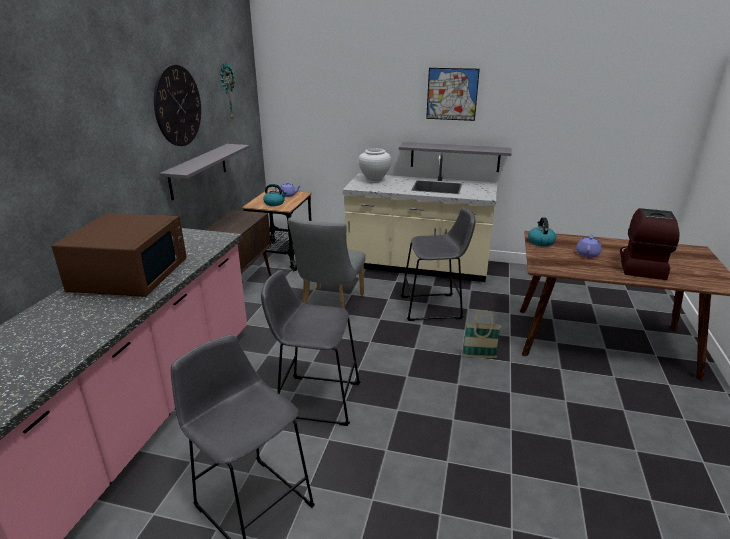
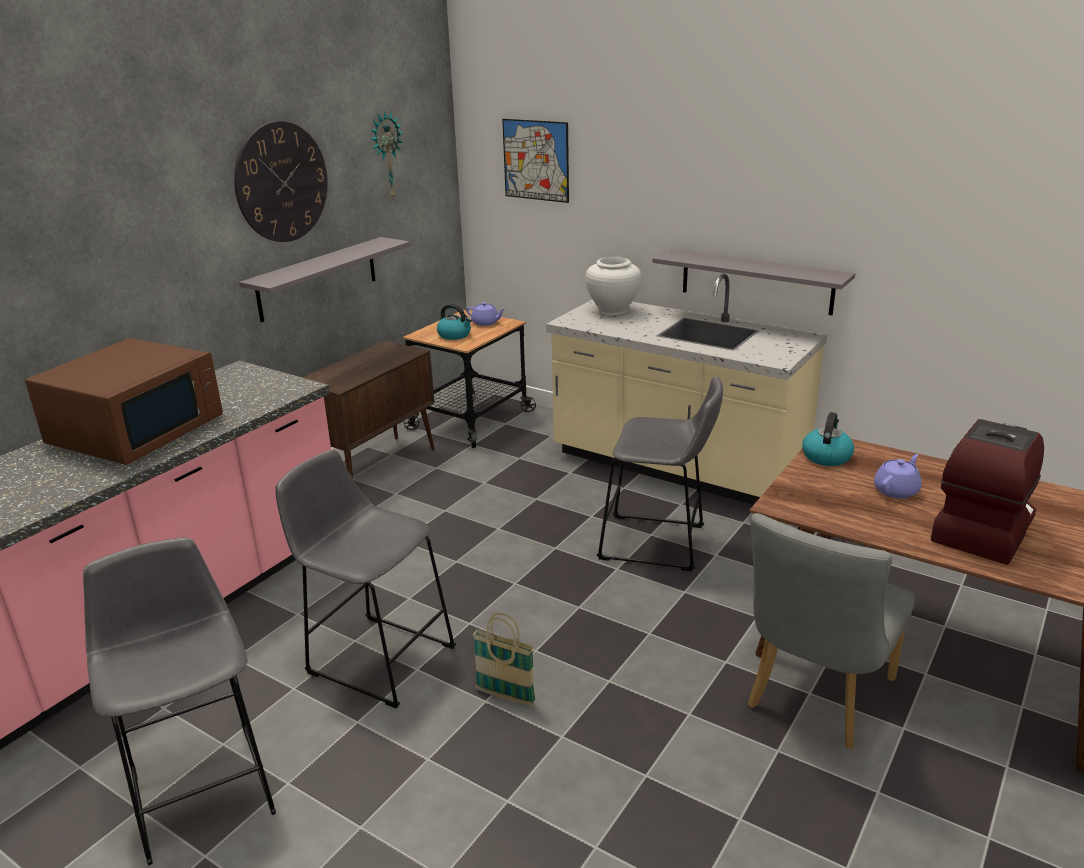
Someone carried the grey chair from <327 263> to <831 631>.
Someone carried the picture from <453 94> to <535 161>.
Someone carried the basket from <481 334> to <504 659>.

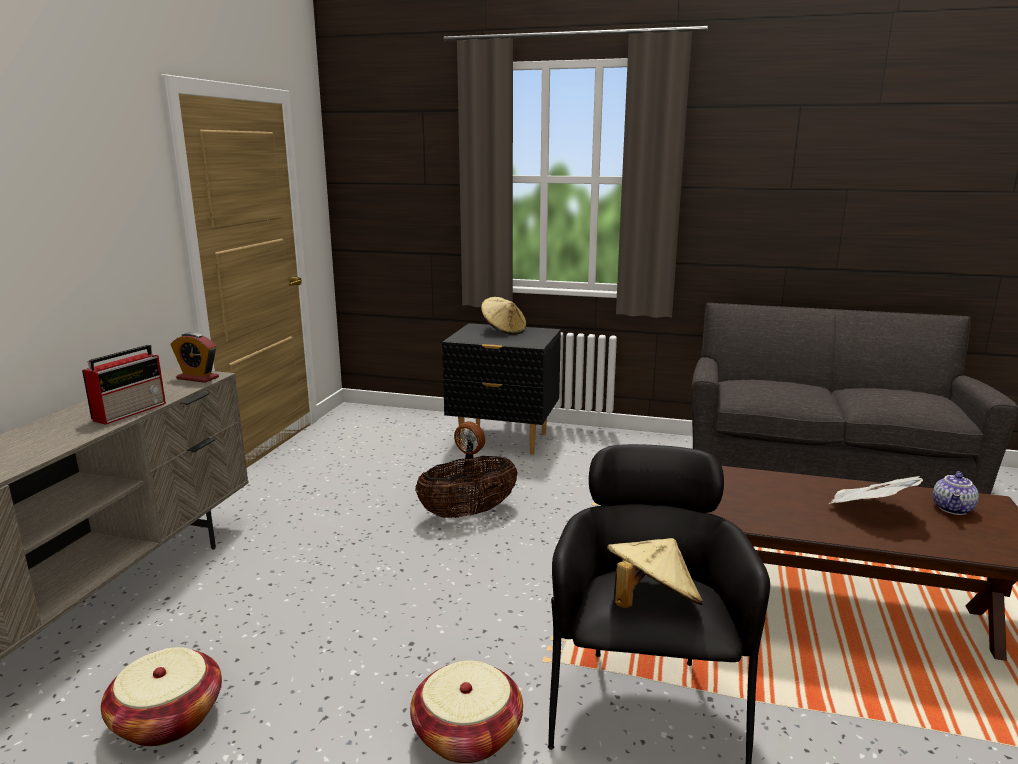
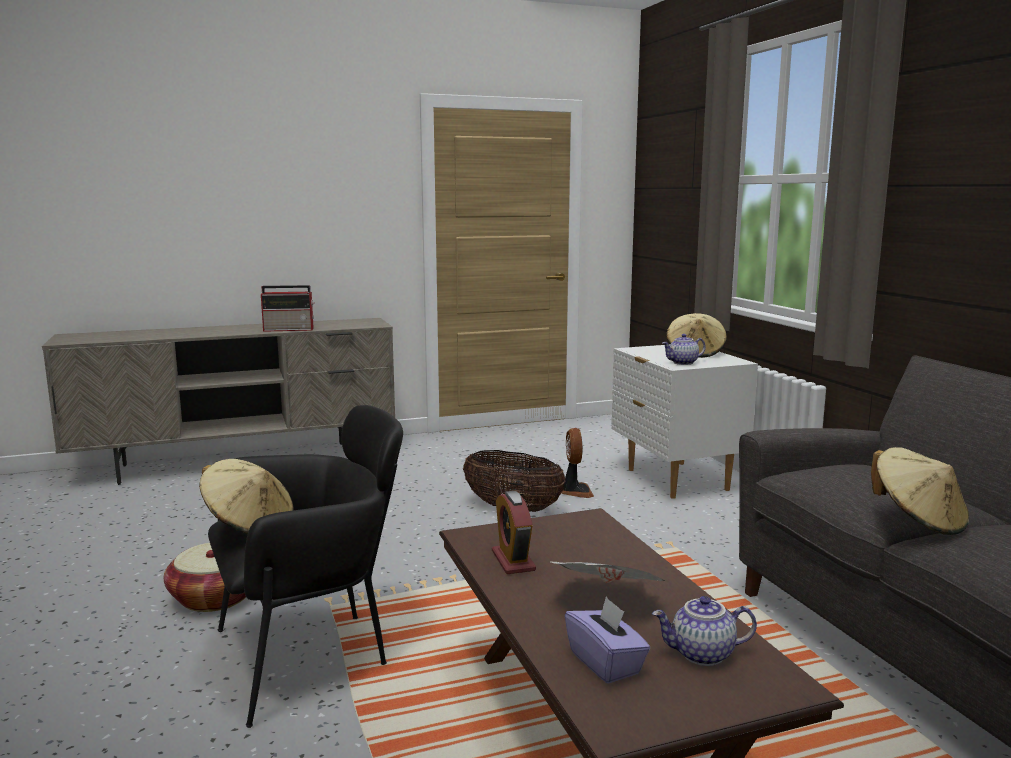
Someone took away the basket at <161 696>.
Someone carried the alarm clock from <194 357> to <514 532>.
Someone repainted the black nightstand at <501 388>, which became the white nightstand at <684 421>.
Someone put down the purple tissue box at <607 640>.
Someone put down the teapot at <683 349>.
Someone put down the beige hat at <920 491>.

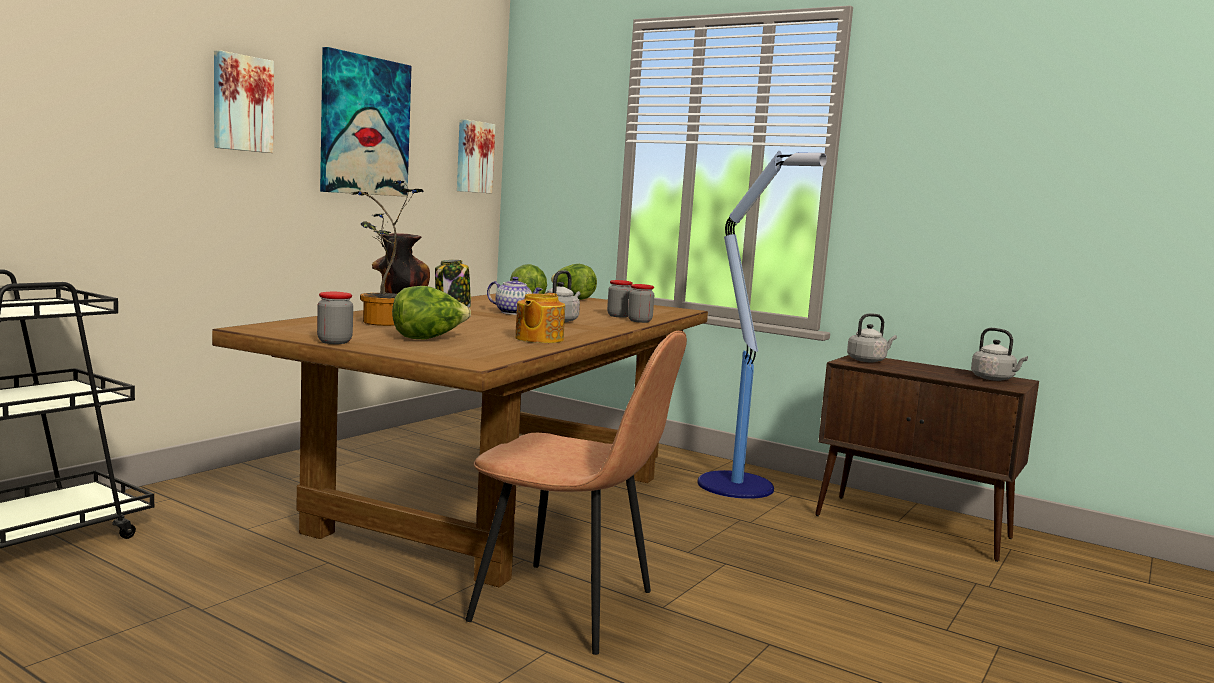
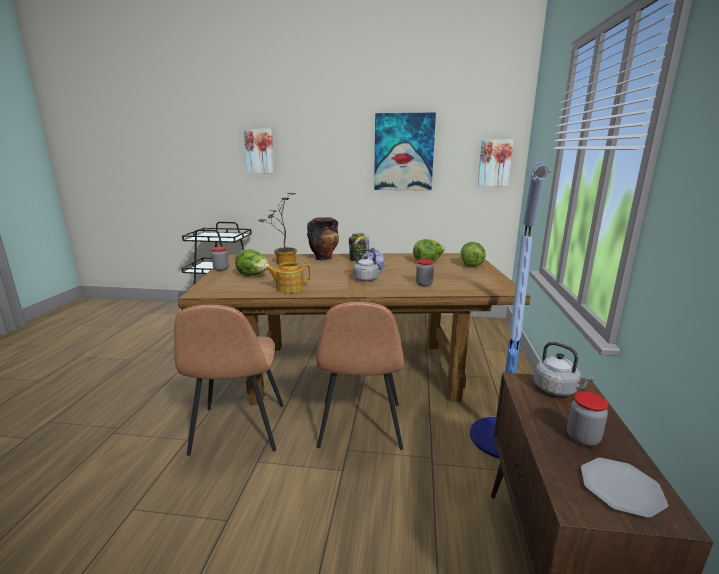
Someone carried the picture from <244 101> to <259 151>.
Someone carried the jar from <641 303> to <588 419>.
Someone swapped the grey kettle at <999 354> for the plate at <624 488>.
Someone put down the brown chair at <360 376>.

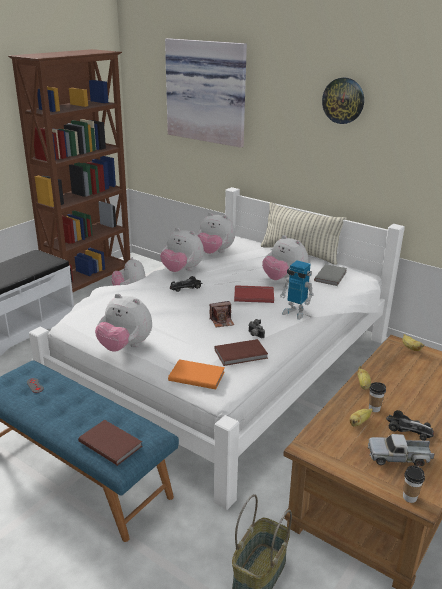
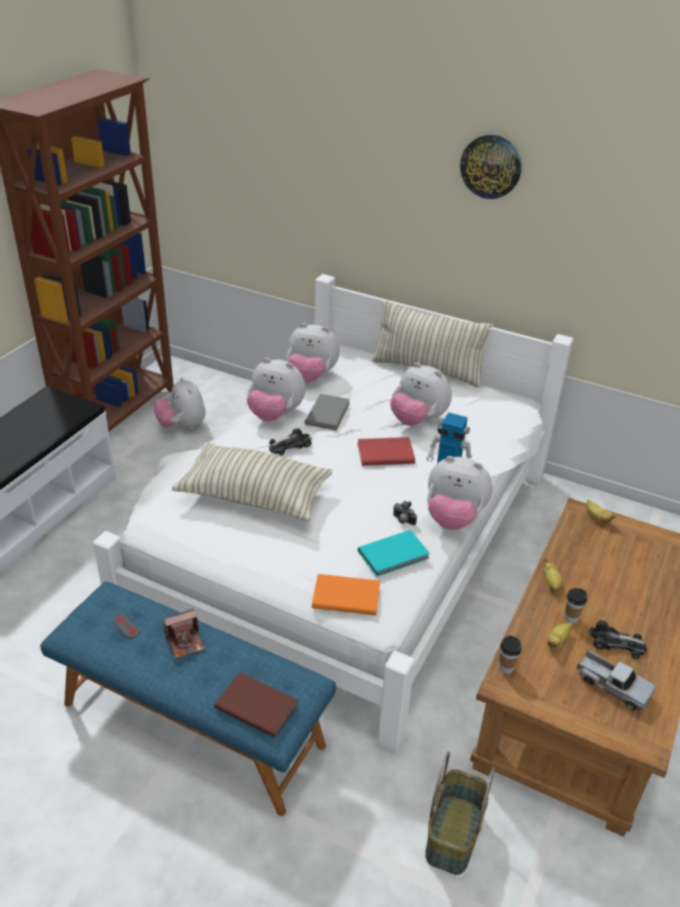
Someone carried the plush toy from <123 322> to <460 493>.
Someone took away the picture at <206 93>.
Someone carried the photo camera from <221 314> to <183 633>.
Someone repainted the brown book at <241 352>, which became the turquoise book at <394 553>.
Someone carried the grey book from <330 275> to <327 412>.
Someone rotated the toy truck at <401 450> by 135 degrees counterclockwise.
Someone carried the cup from <414 484> to <510 655>.
Someone put down the pillow at <252 481>.

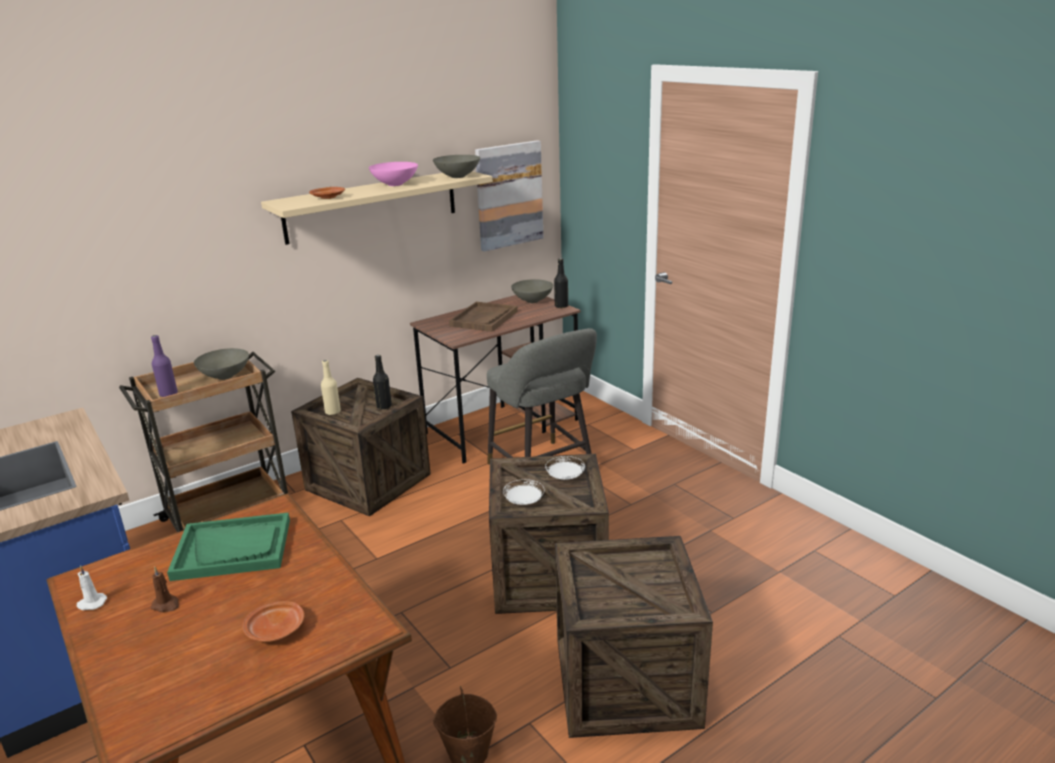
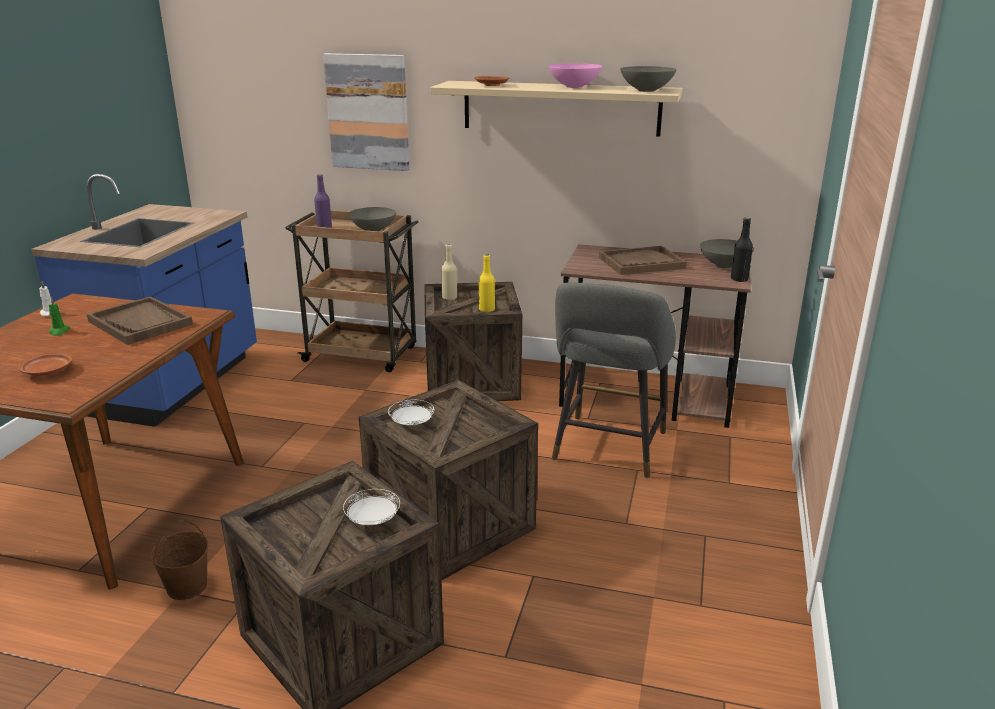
Someone repainted the brown candle at <165 589>, which became the green candle at <59 316>.
Someone repainted the green tray at <228 547>, which became the brown tray at <140 320>.
Someone repainted the black bottle at <382 382>, which became the yellow bottle at <487 283>.
Someone carried the picture from <509 196> to <366 112>.
Someone carried the white plate from <565 468> to <371 507>.

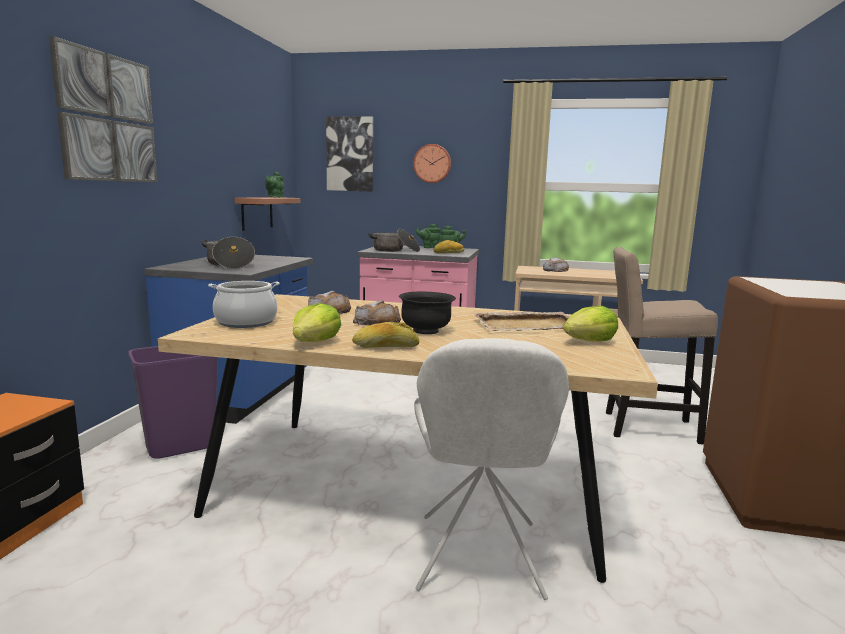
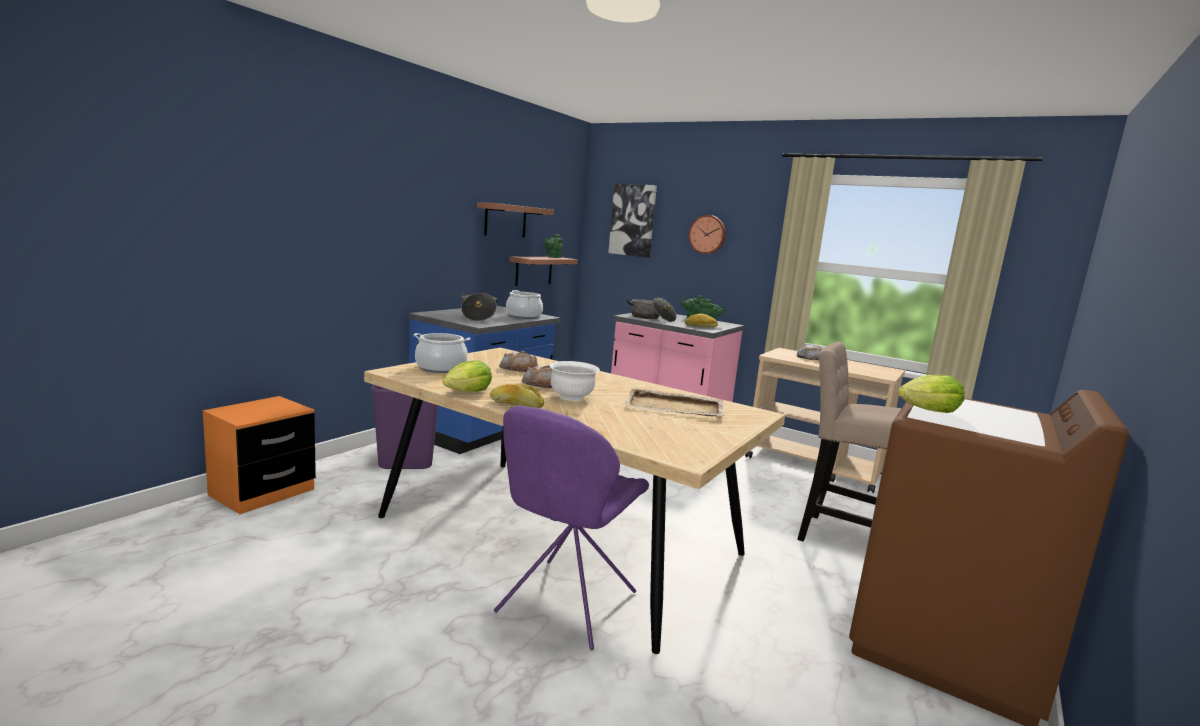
Someone took away the picture at <103 109>.
Someone repainted the black bowl at <427 313>, which became the white bowl at <574 381>.
Someone repainted the white chair at <491 469>, which became the purple chair at <571 528>.
Someone carried the lettuce from <590 323> to <931 394>.
Someone put up the shelf at <515 220>.
Someone put down the cooking pot at <524 304>.

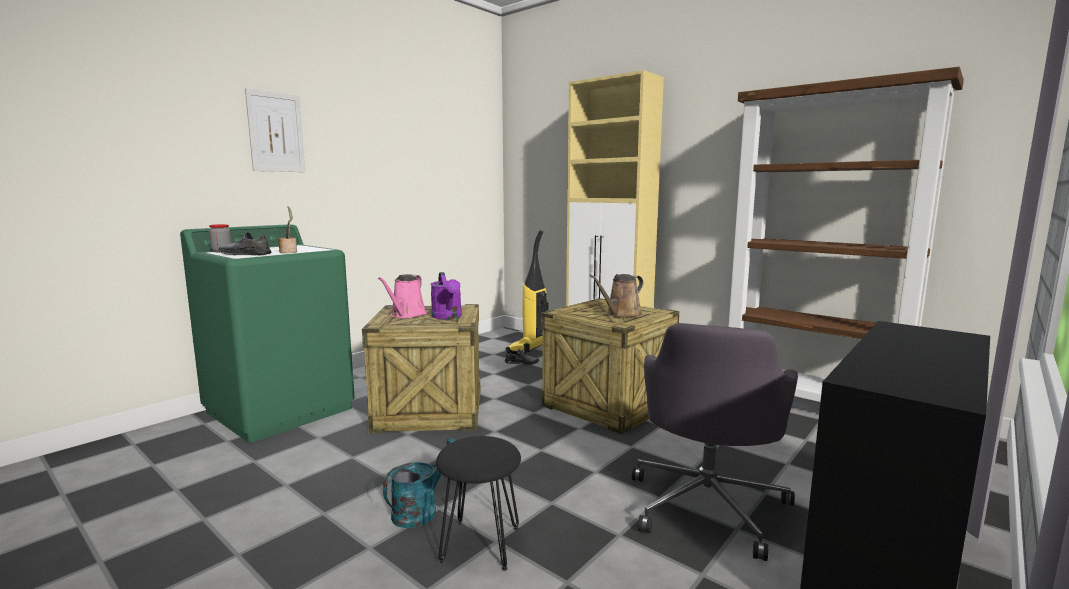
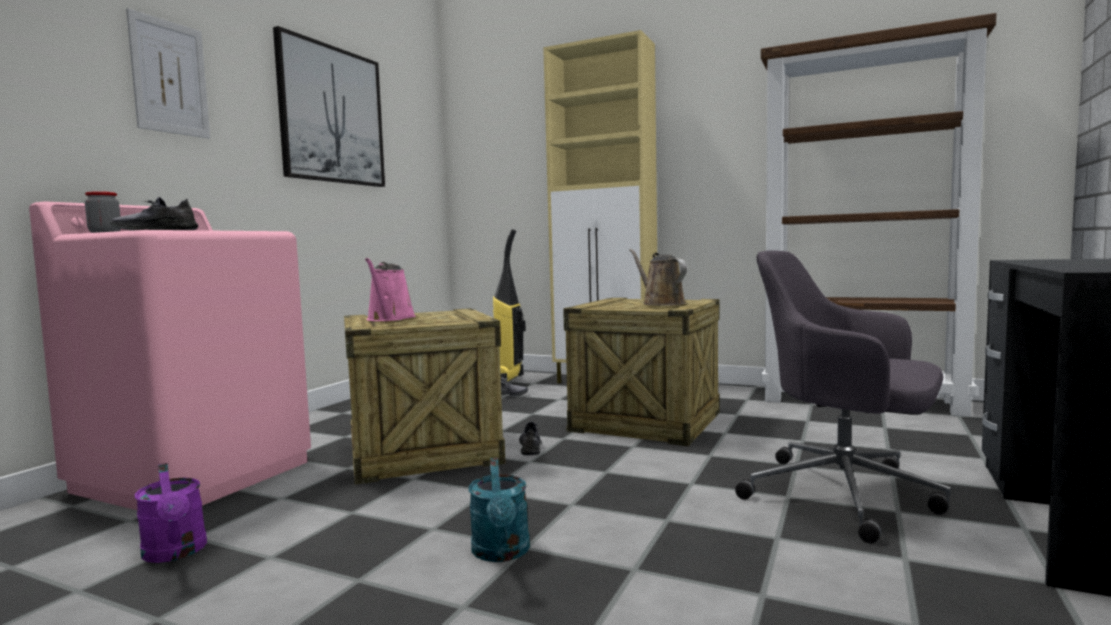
Someone repainted the green washing machine at <267 333>, which became the pink washing machine at <170 355>.
Someone took away the potted plant at <287 229>.
Someone rotated the turquoise watering can at <419 483> by 150 degrees clockwise.
Someone carried the purple watering can from <446 295> to <171 513>.
Someone took away the black stool at <478 503>.
Someone rotated the brown watering can at <616 296> by 120 degrees clockwise.
Someone rotated the grey office chair at <715 442> by 120 degrees clockwise.
Someone put up the picture at <329 106>.
Someone put down the grey shoe at <530 438>.

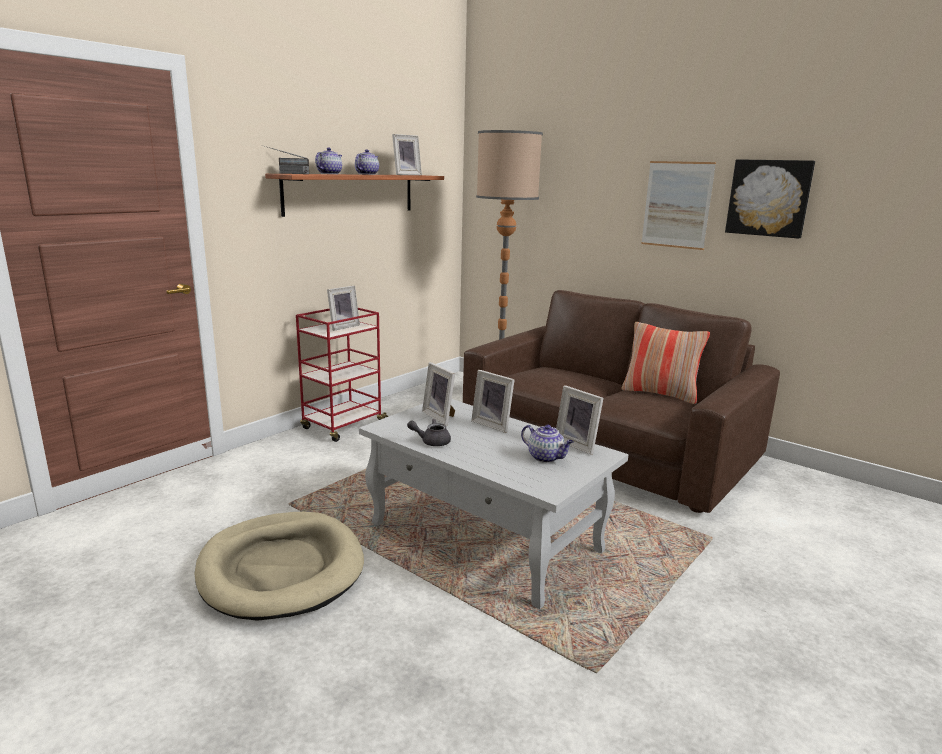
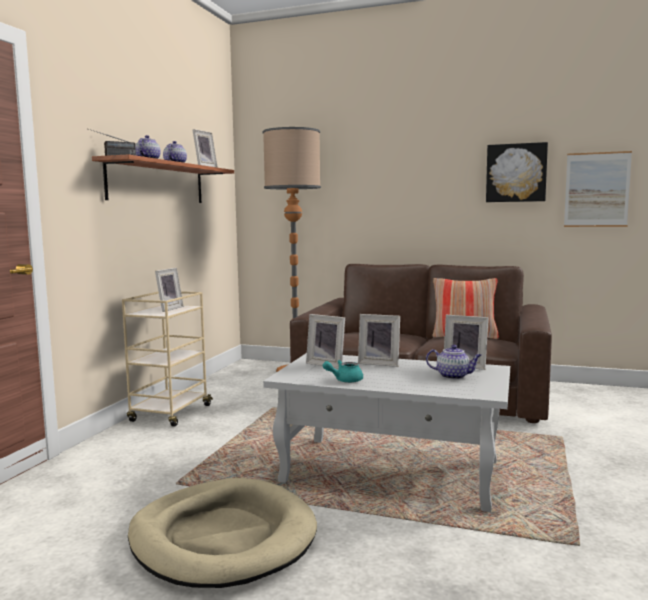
Someone repainted the red cart at <342 375>, which became the beige cart at <167 359>.
Someone repainted the grey teapot at <429 432>, which became the turquoise teapot at <343 371>.
Someone carried the picture from <678 205> to <598 189>.

